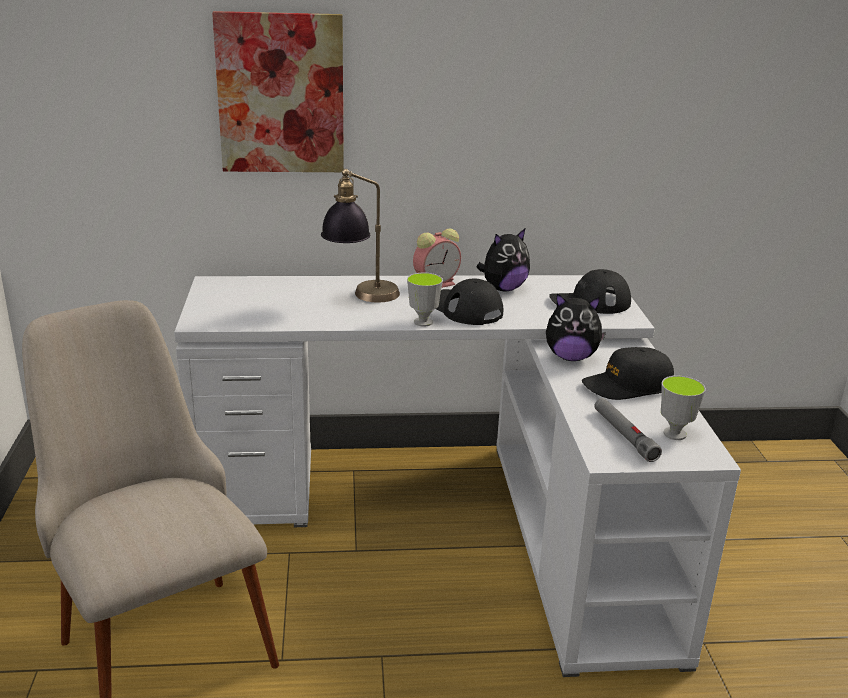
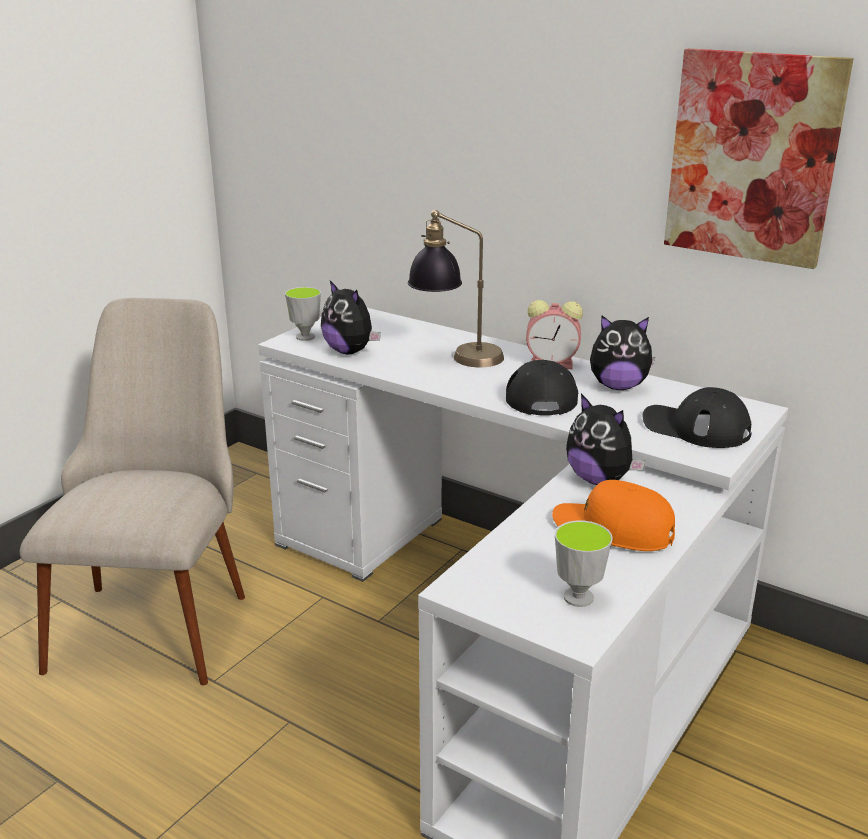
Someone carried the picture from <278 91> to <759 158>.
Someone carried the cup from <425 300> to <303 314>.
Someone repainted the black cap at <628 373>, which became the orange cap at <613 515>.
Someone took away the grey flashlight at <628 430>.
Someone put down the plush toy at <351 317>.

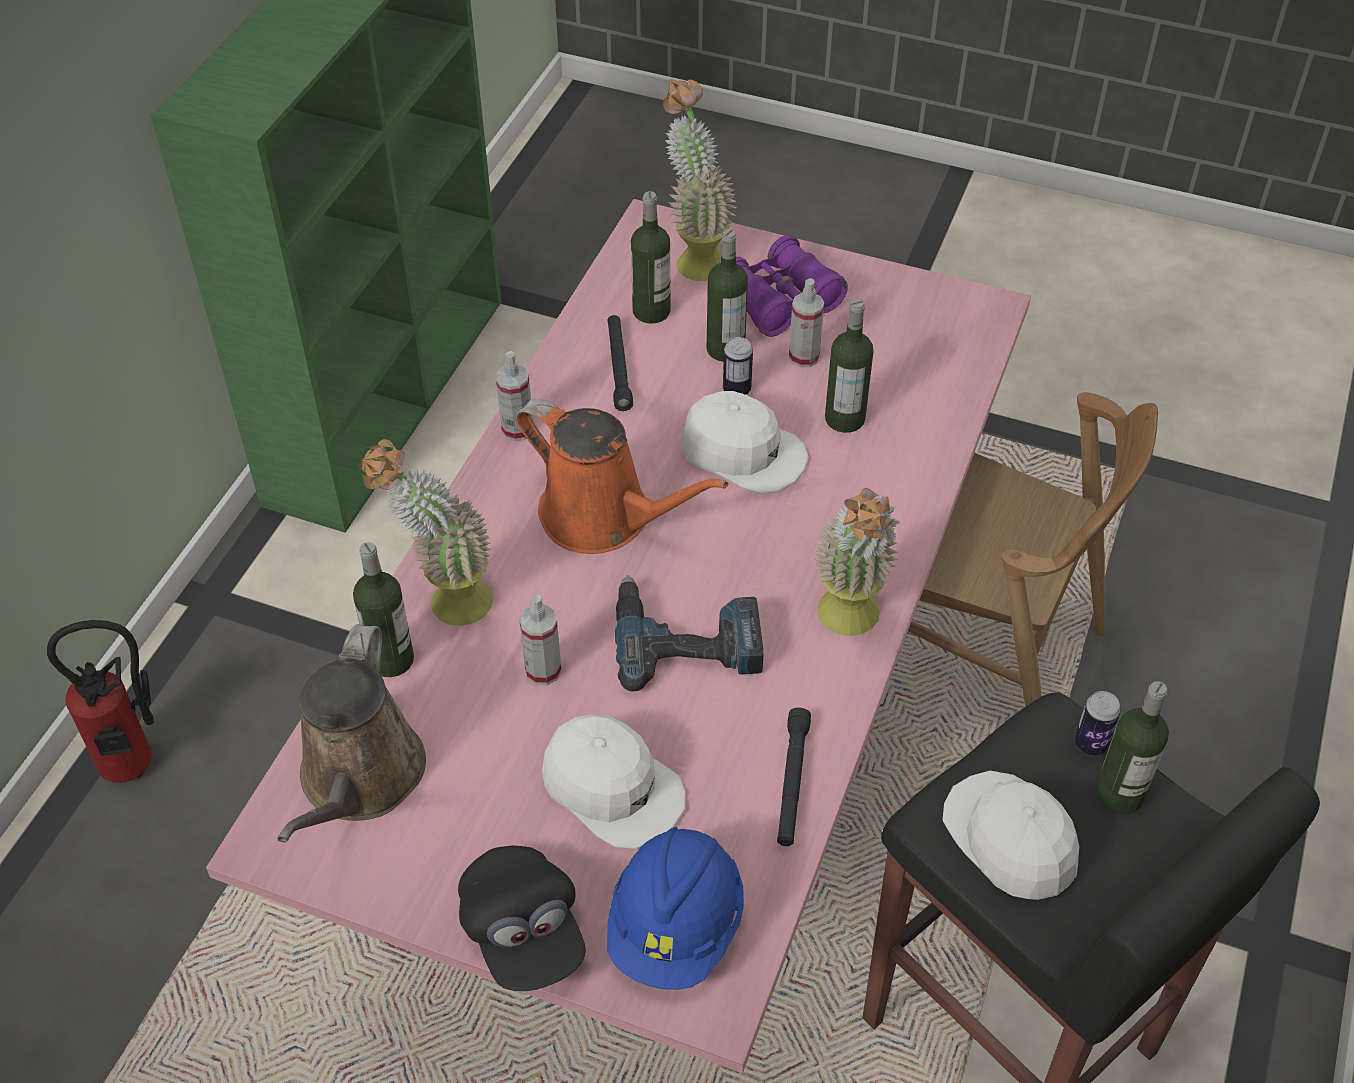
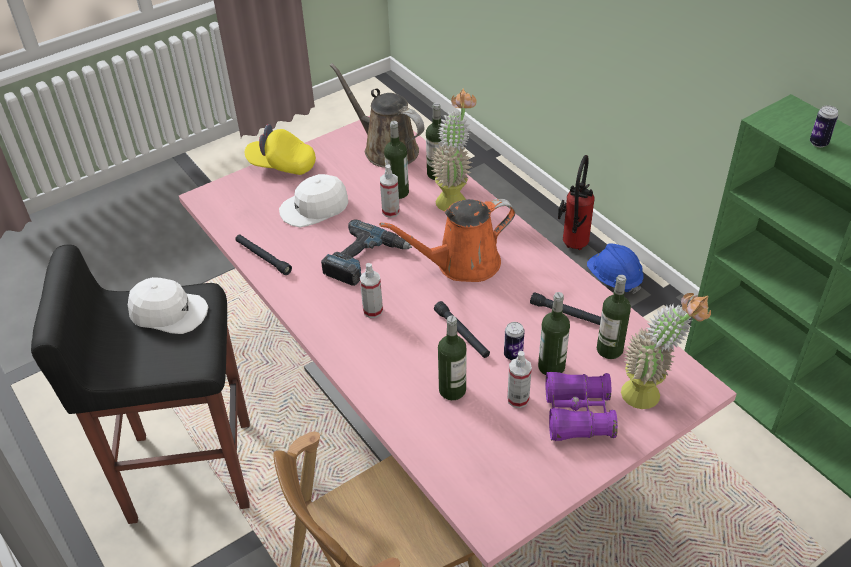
Someone repainted the black cap at <522 918>, which became the yellow cap at <280 149>.
Someone carried the spray bottle from <514 396> to <371 290>.
Someone carried the blue hard hat from <675 908> to <615 268>.
Someone swapped the white cap at <745 442> for the black flashlight at <462 329>.
Someone took away the potted plant at <856 562>.
Someone carried the can from <1098 723> to <824 126>.
Someone carried the bottle from <1132 747> to <396 160>.

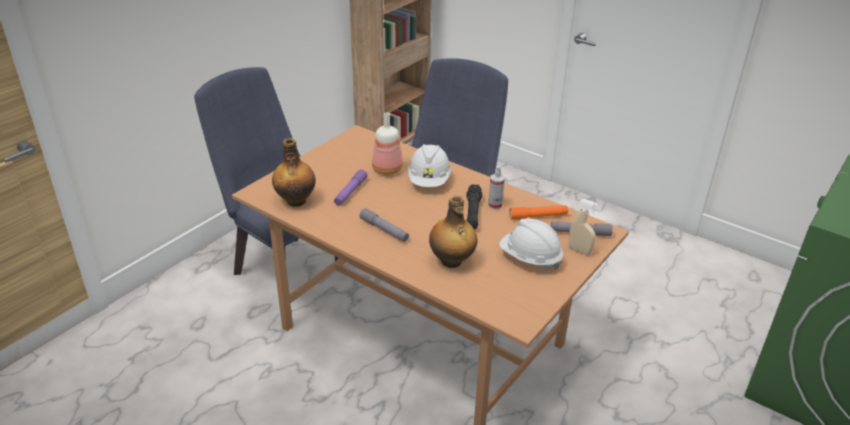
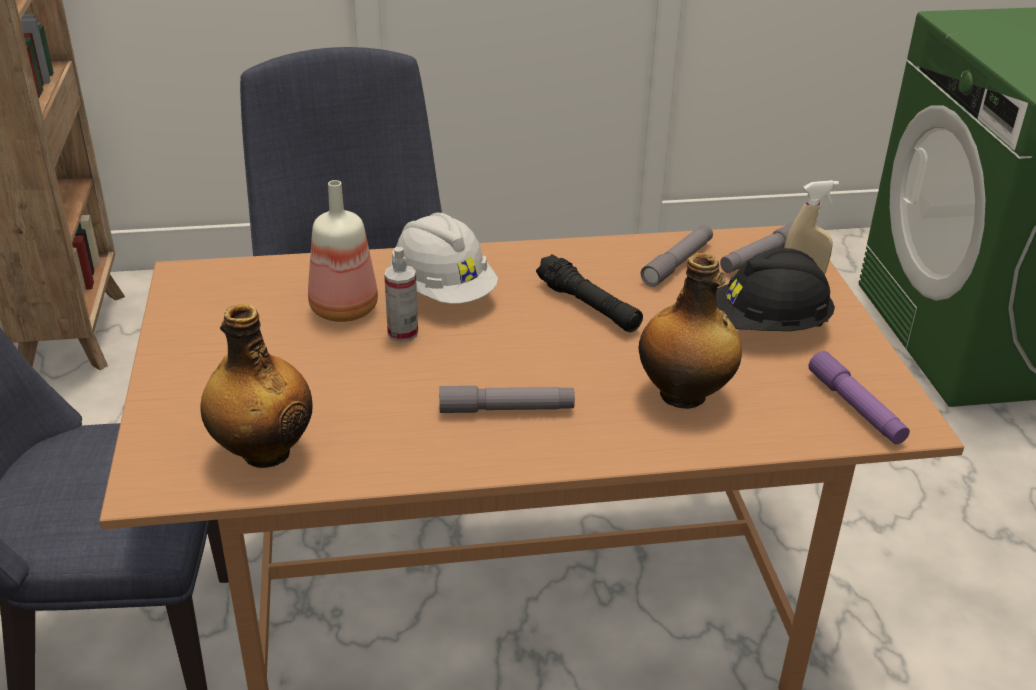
Someone carried the purple flashlight from <351 187> to <859 397>.
Someone carried the spray bottle from <496 187> to <401 294>.
Someone repainted the white hard hat at <531 244>, which became the black hard hat at <775 289>.
Someone repainted the orange flashlight at <538 212>, which became the grey flashlight at <677 256>.

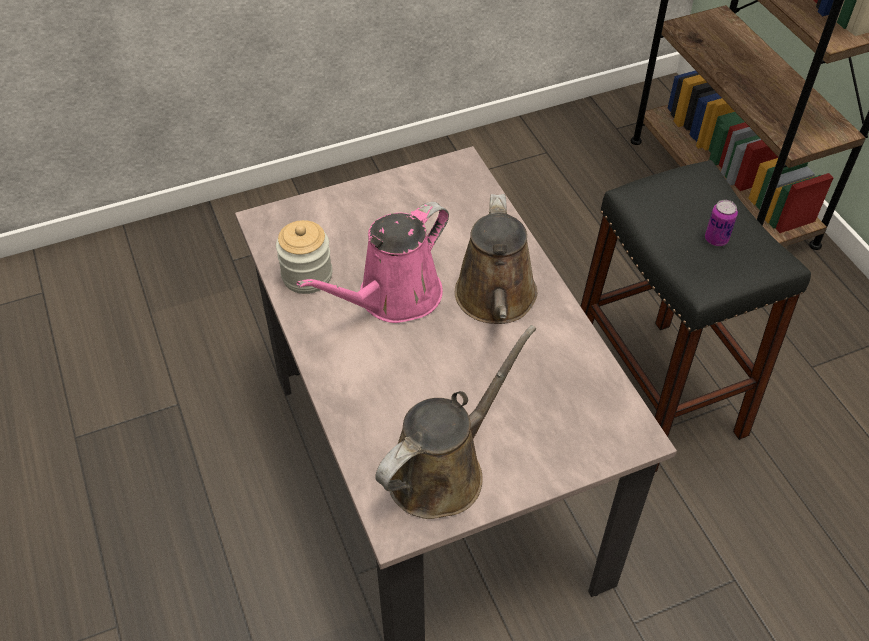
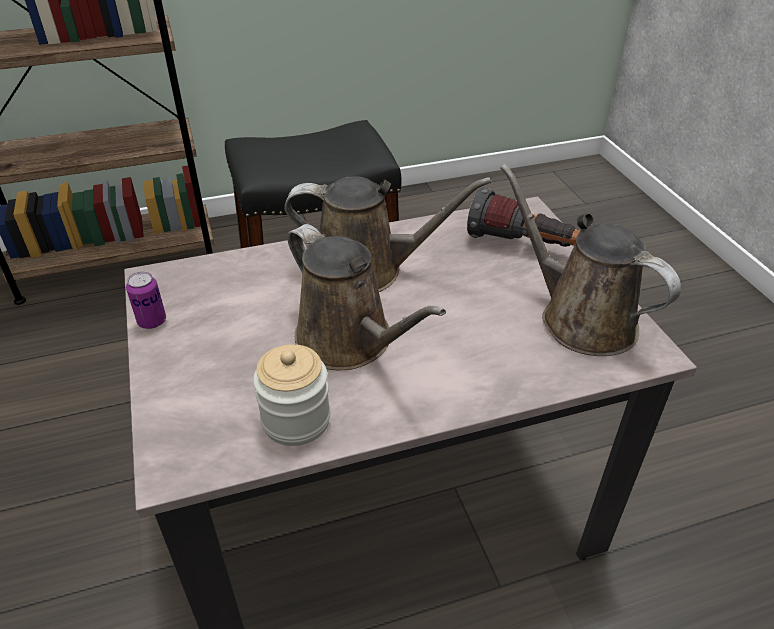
Someone repainted the pink watering can at <373 262>, which became the brown watering can at <367 297>.
Someone carried the can from <721 223> to <146 300>.
Someone put down the flashlight at <523 217>.

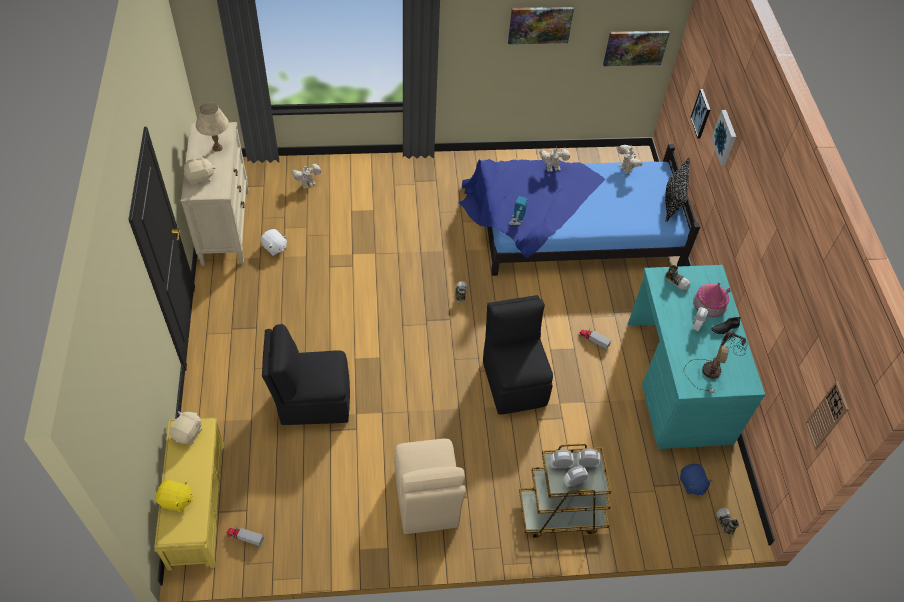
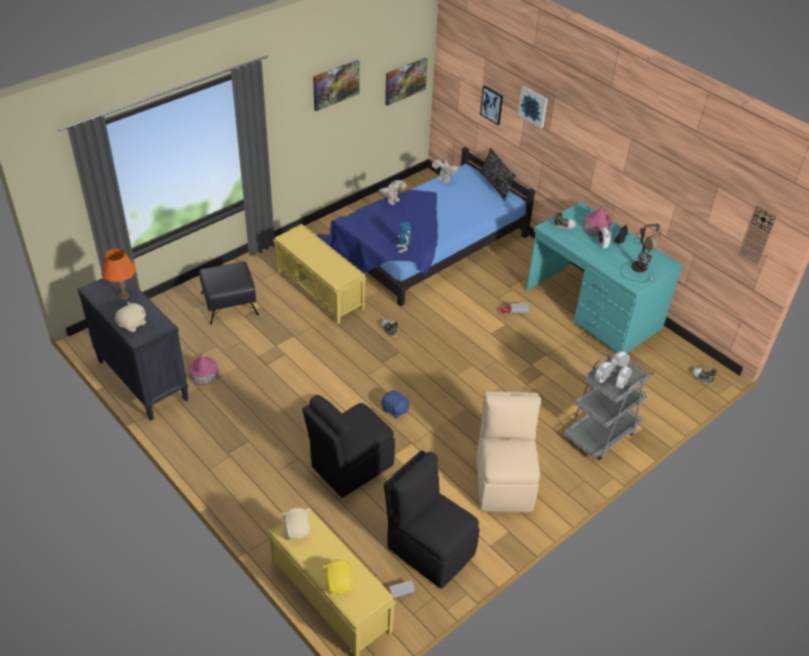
Someone rotated the yellow plush toy at <174 496> by 75 degrees counterclockwise.
Someone repainted the beige dresser at <215 194>, which became the black dresser at <133 349>.
Someone repainted the beige table lamp at <212 127>, which became the orange table lamp at <118 274>.
Someone swapped the white plush toy at <274 242> for the toy house at <205 369>.
Someone took away the toy robot at <306 176>.
Someone rotated the beige chair at <430 486> by 135 degrees counterclockwise.
Someone carried the black chair from <518 355> to <432 519>.
Someone repainted the brown cart at <565 491>, which became the grey cart at <607 407>.
Someone carried the blue plush toy from <696 480> to <395 404>.
Someone put down the black ottoman at <229 293>.
Someone put down the yellow bench at <320 274>.

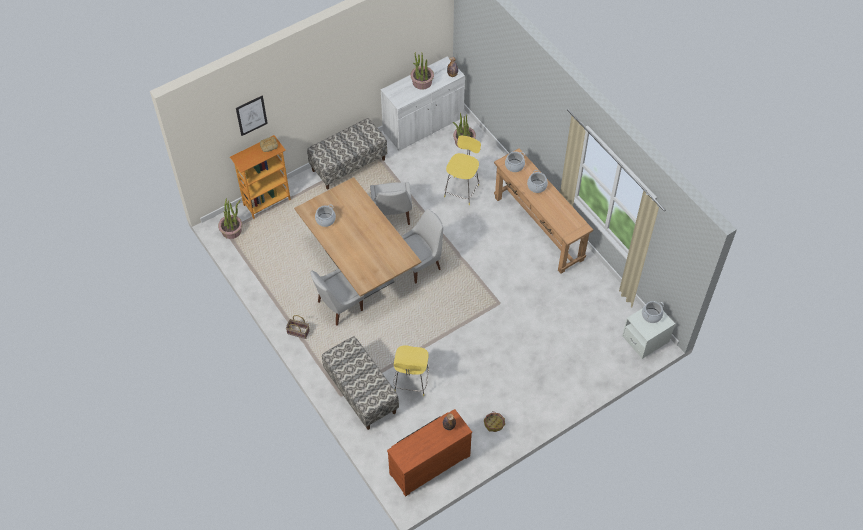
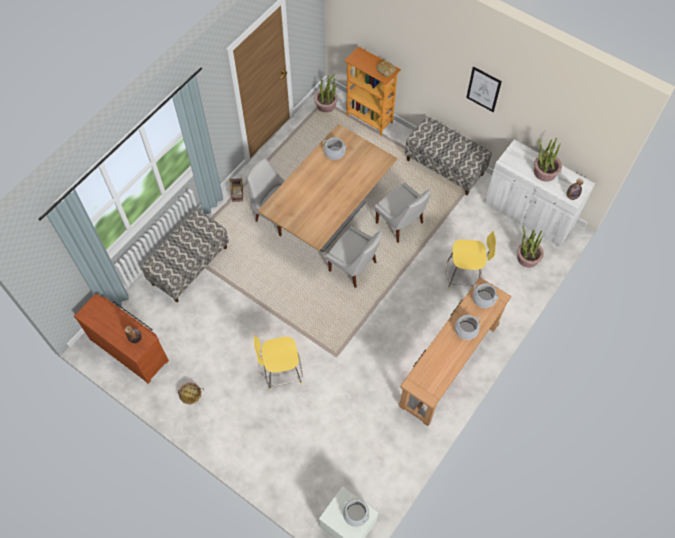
Someone carried the picture from <252 116> to <484 89>.
Someone rotated the white chair at <391 203> by 105 degrees counterclockwise.
Someone carried the yellow stool from <411 370> to <278 362>.

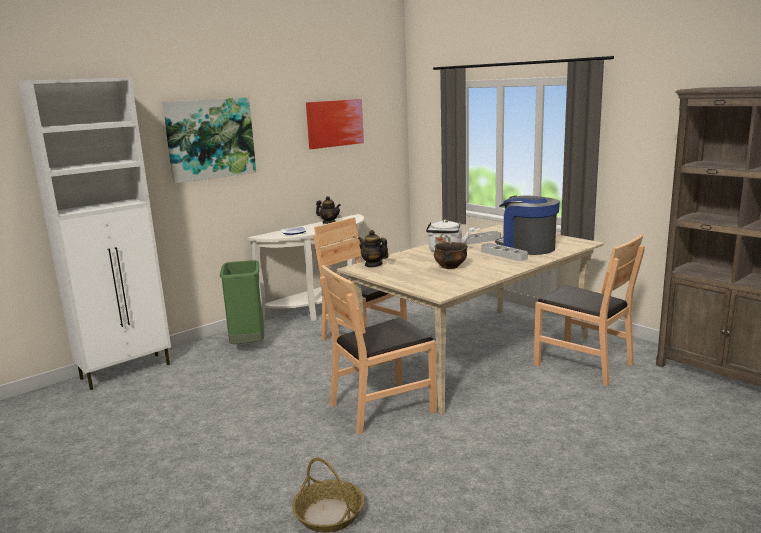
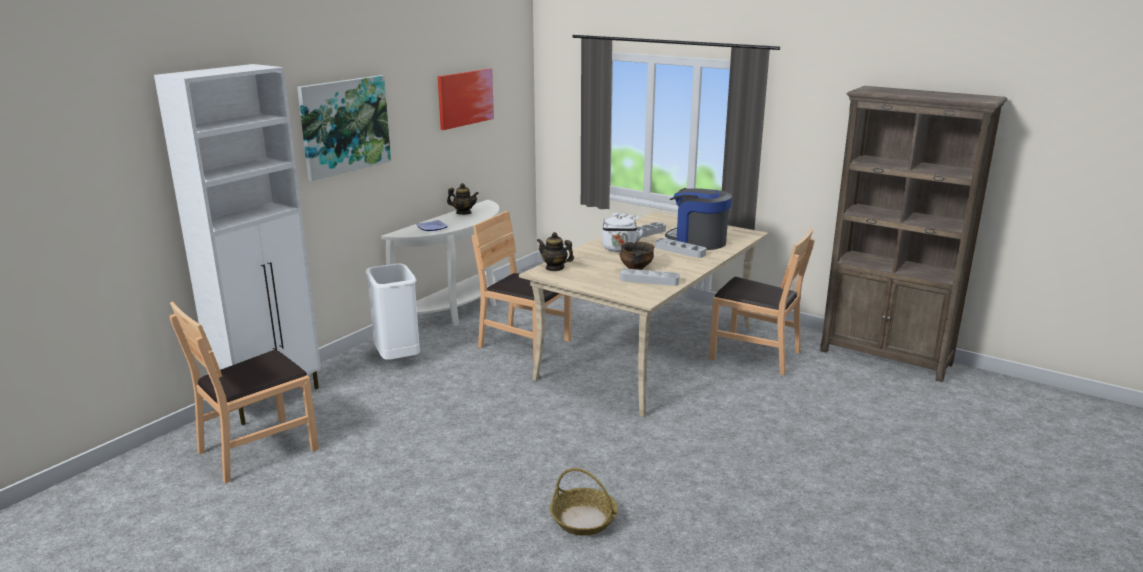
Someone repainted the green trash can at <242 302>, which became the white trash can at <392 311>.
Someone carried the brown chair from <379 350> to <244 392>.
Someone put down the grey tray at <650 277>.

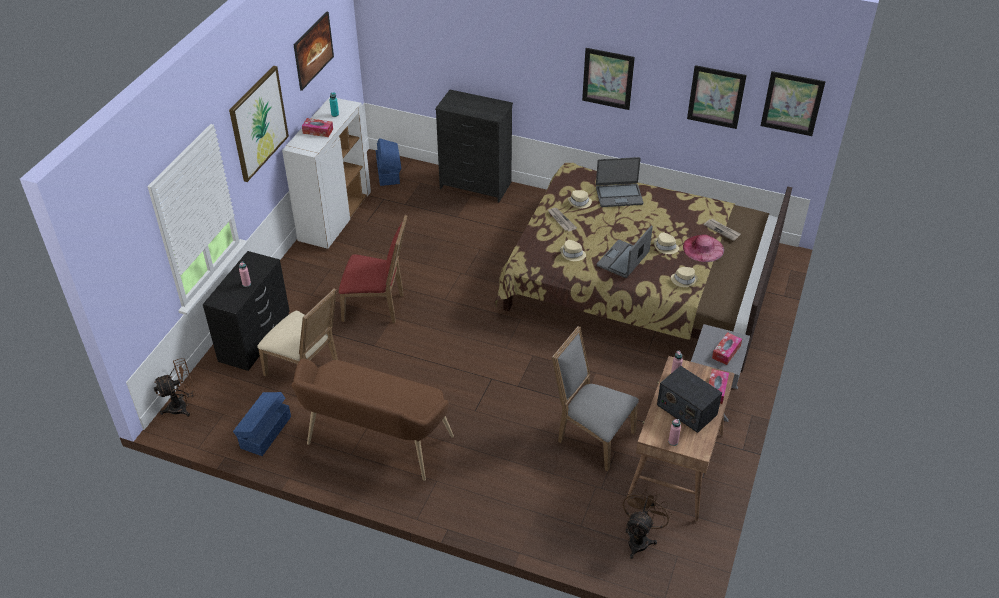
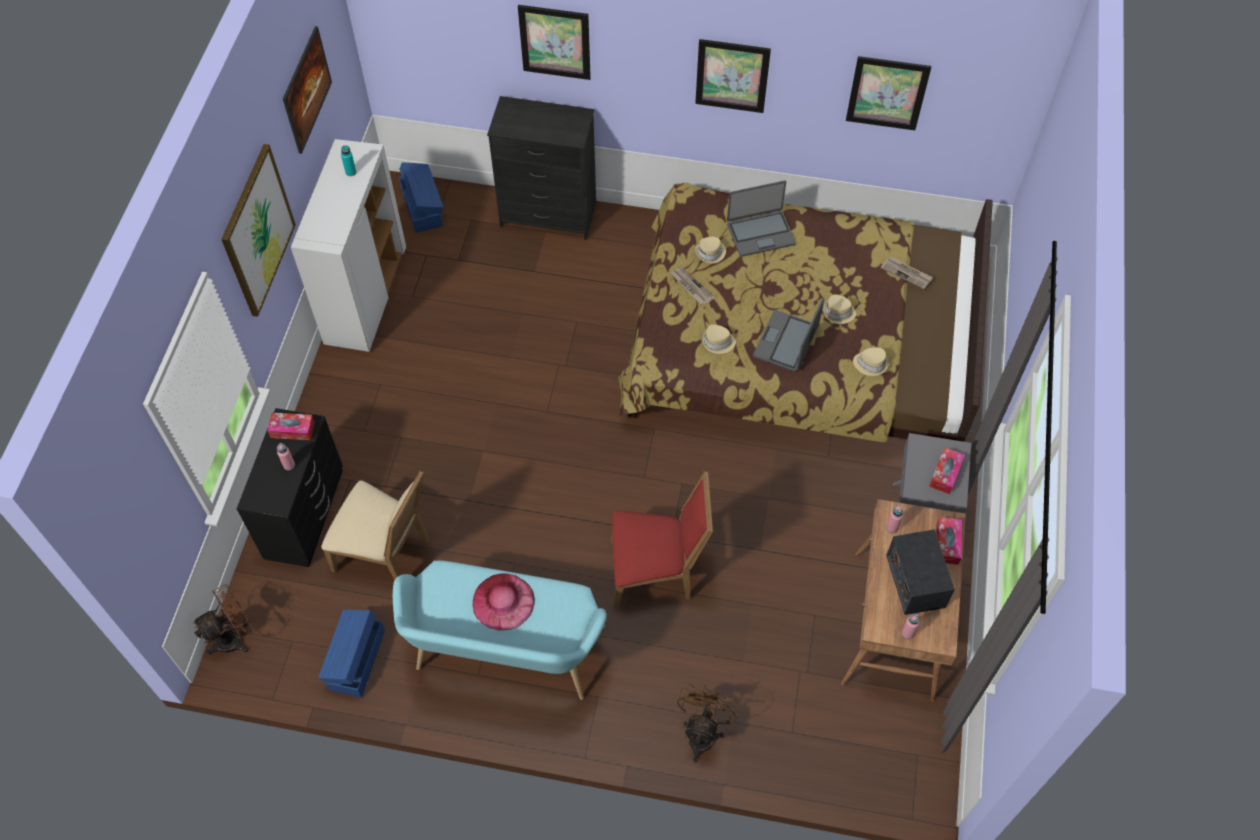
Someone repainted the brown bench at <372 420>, which became the turquoise bench at <500 630>.
Someone carried the tissue box from <317 127> to <291 426>.
Someone carried the red chair from <373 269> to <662 540>.
Someone took away the grey chair at <595 398>.
Someone carried the brown fan from <647 523> to <708 723>.
Someone rotated the radio at <689 399> by 45 degrees clockwise.
Someone carried the pink hat from <703 248> to <503 602>.
Someone carried the picture from <793 103> to <554 42>.

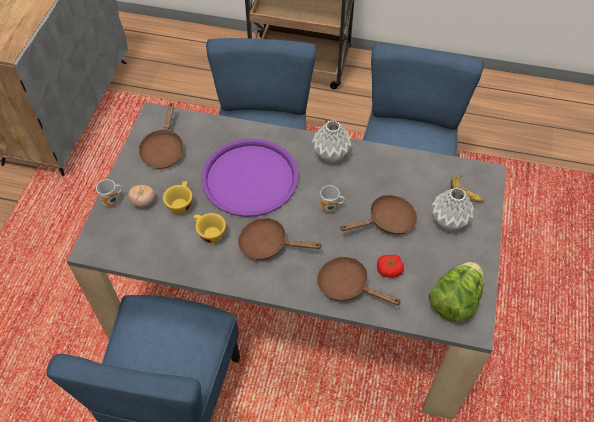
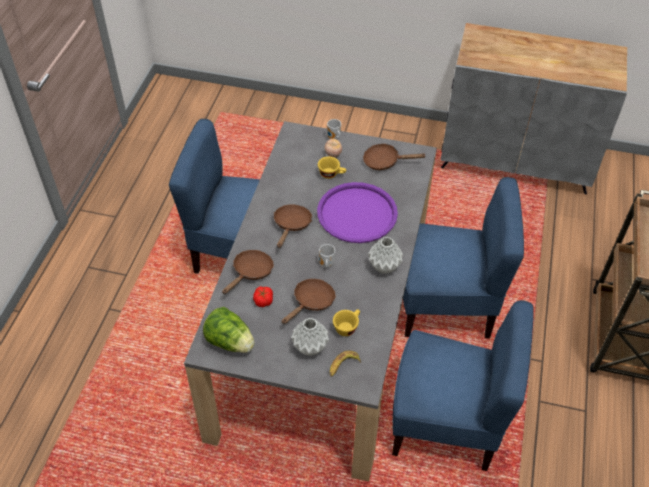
Someone carried the yellow cup from <209 228> to <346 322>.
Someone rotated the brown frying pan at <379 214> by 120 degrees counterclockwise.

